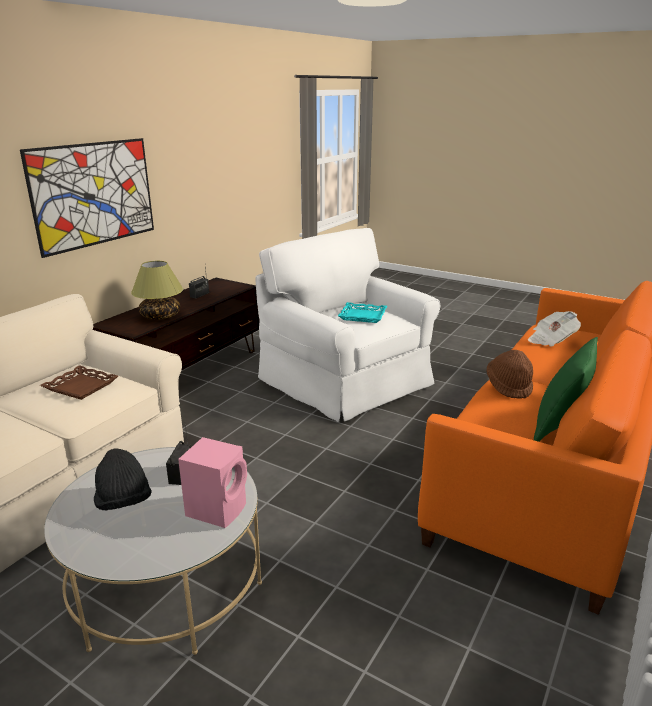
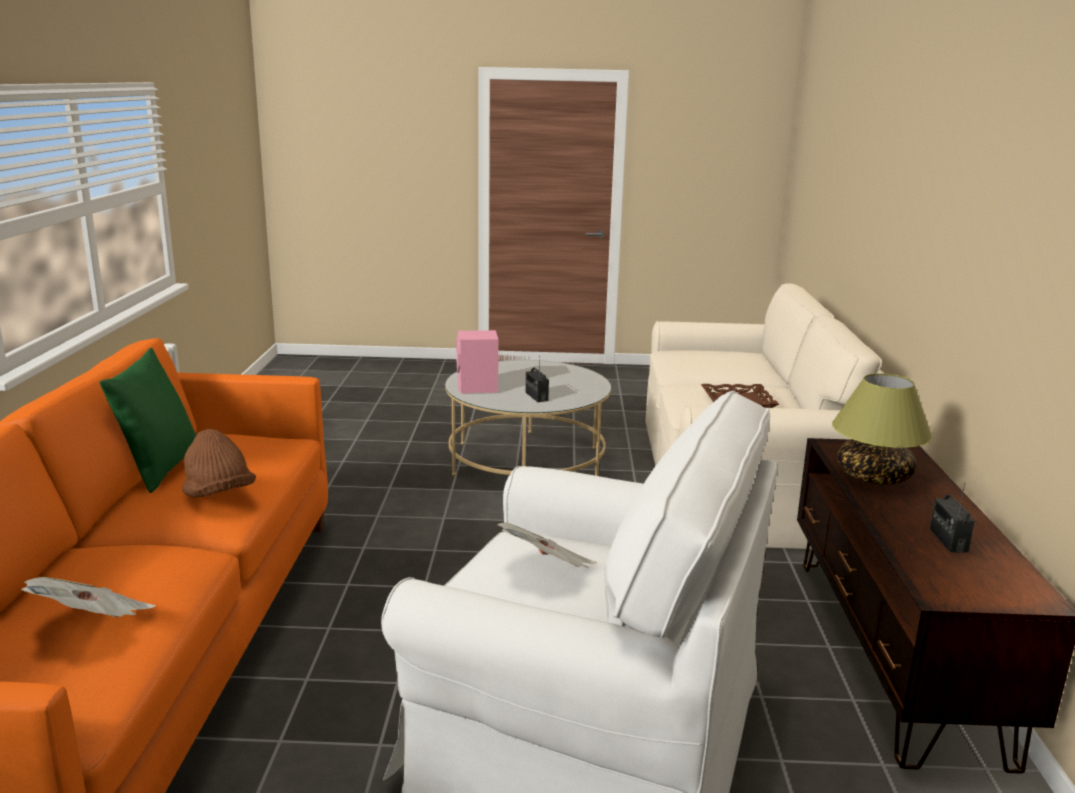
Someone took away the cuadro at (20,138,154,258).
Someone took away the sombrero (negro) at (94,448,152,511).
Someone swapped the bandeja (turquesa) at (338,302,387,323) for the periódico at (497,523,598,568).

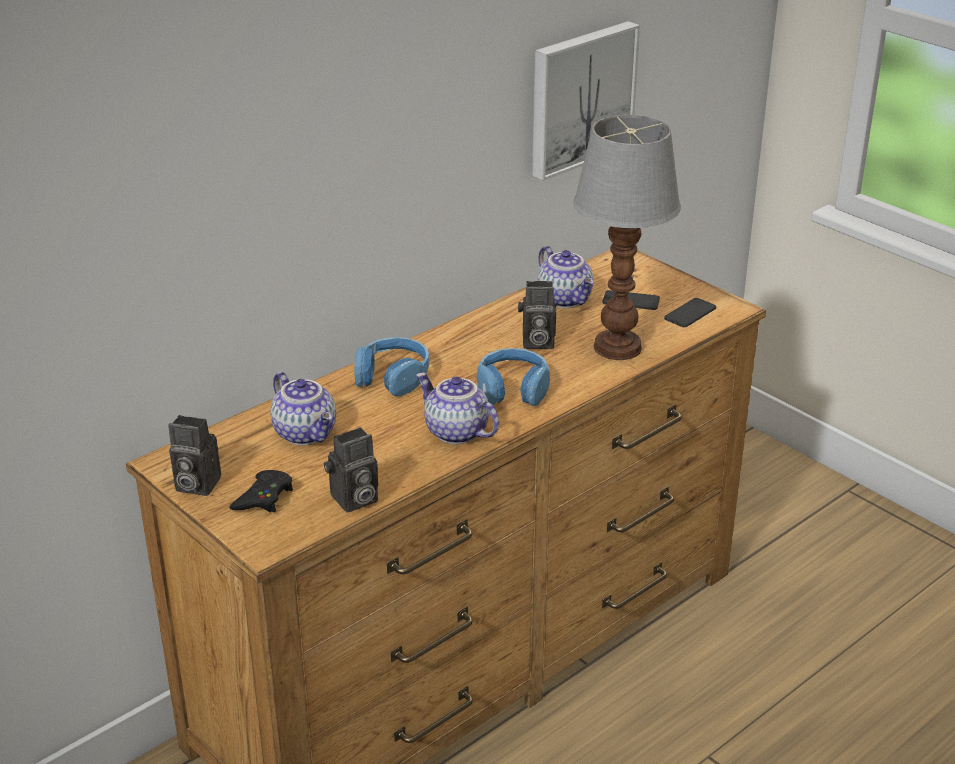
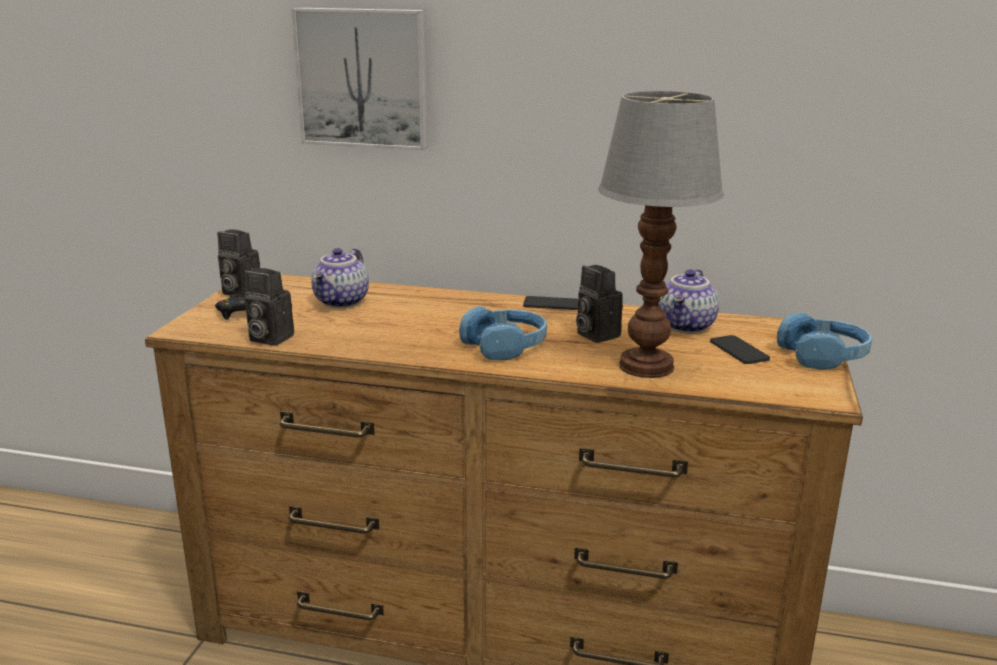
Someone took away the tetera at (416,372,499,444).
Someone carried the auriculares (azul) from (354,337,430,396) to (777,312,873,370).
Someone carried the cuadro from (532,21,640,181) to (291,8,428,150).
Someone carried the móvil from (664,298,716,327) to (523,296,578,310).
Someone rotated the cámara at (169,415,221,496) by 45 degrees counterclockwise.

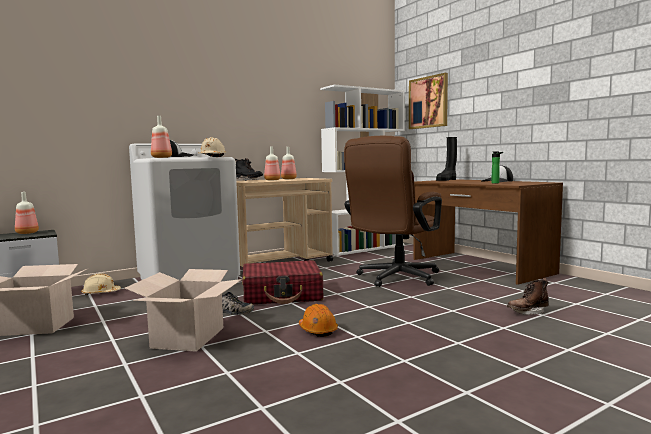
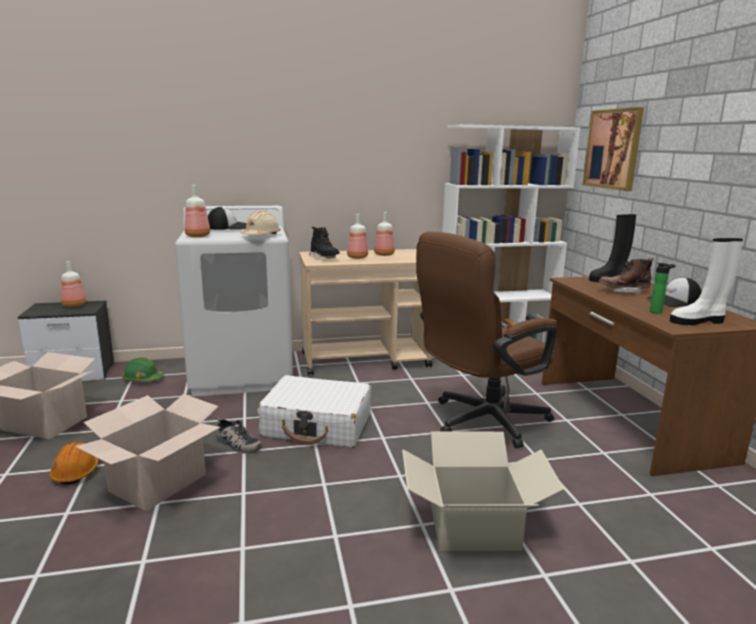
Someone put down the caja de cartón at (402,431,564,551).
Someone put down the bota (blanco) at (670,238,743,325).
Someone carried the casco (naranja) from (299,304,338,337) to (49,442,99,484).
Someone carried the bota (marrón) from (507,278,549,315) to (598,258,654,294).
Someone repainted the casco (beis) at (81,273,121,295), which became the casco (verde) at (122,357,164,381).
Someone repainted the maleta (rojo) at (242,260,323,304), which became the maleta (blanco) at (258,375,371,448).

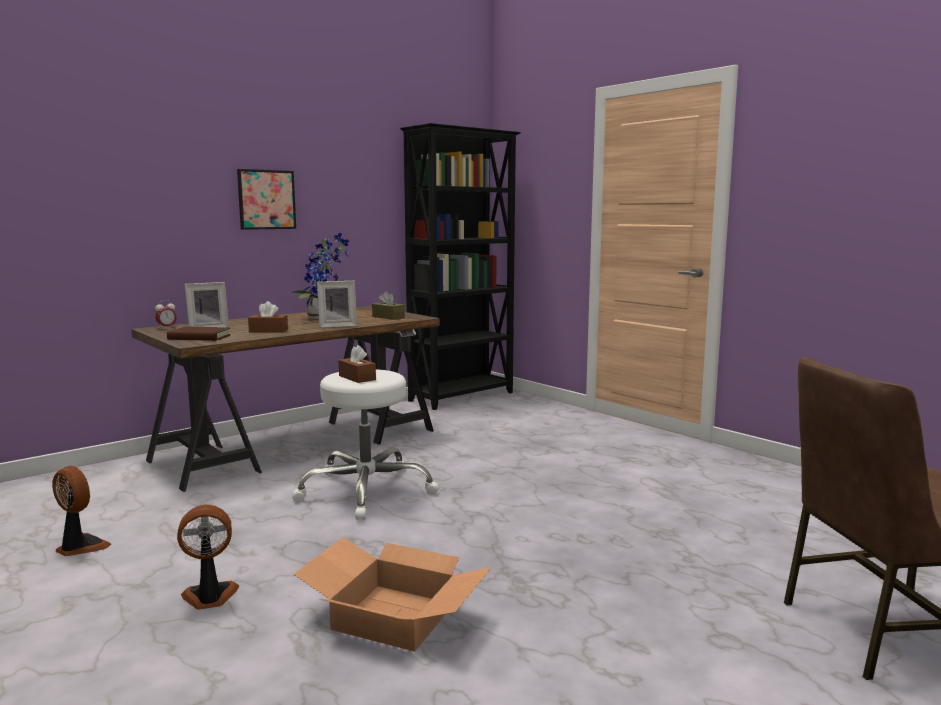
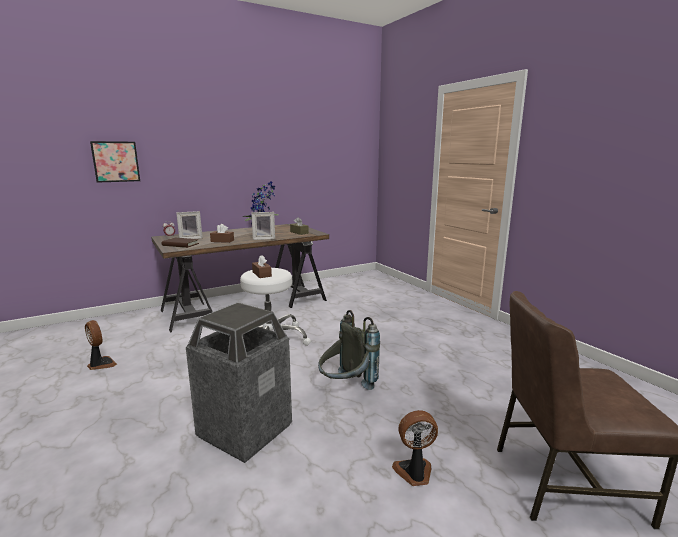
Someone took away the estantería (negro) at (400,123,521,410).
Someone put down the mochila (gris) at (318,310,380,390).
Someone carried the ventilador from (177,505,239,610) to (392,410,438,486).
Someone carried the cuadro from (237,169,296,230) to (90,141,140,183).
Someone swapped the caja de cartón at (293,537,492,652) for the papelera at (186,302,292,463).

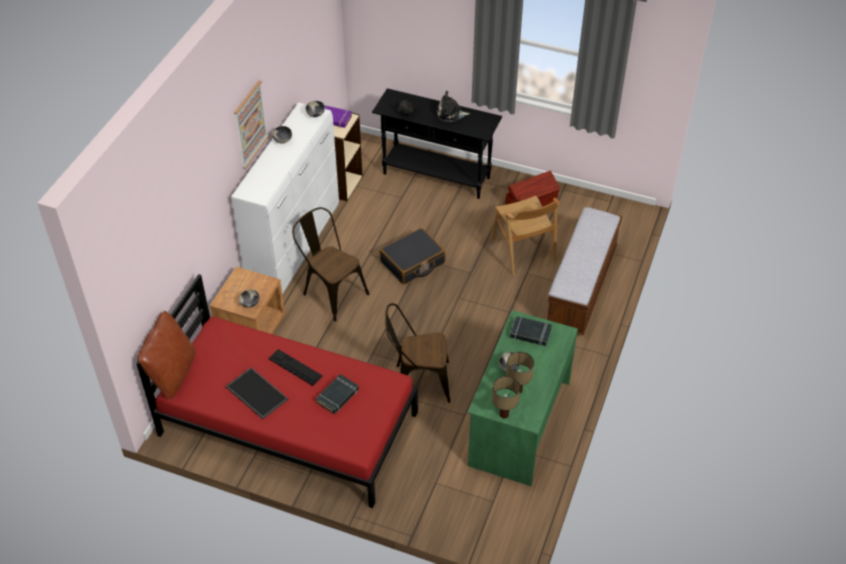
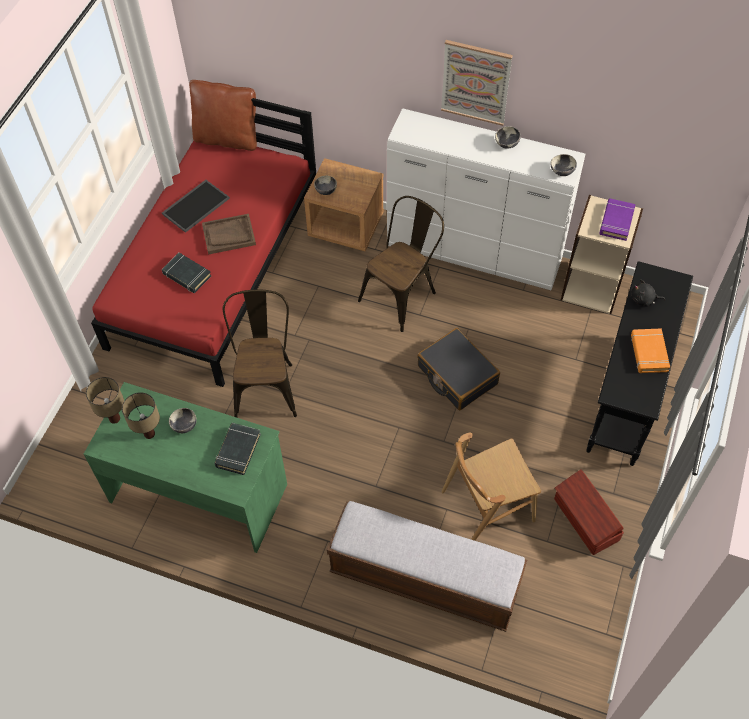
Someone swapped the teclado at (268,349,323,386) for the bandeja (marrón) at (202,214,256,255).
Someone swapped the peluche at (437,91,470,122) for the libro (naranja) at (631,328,670,373).

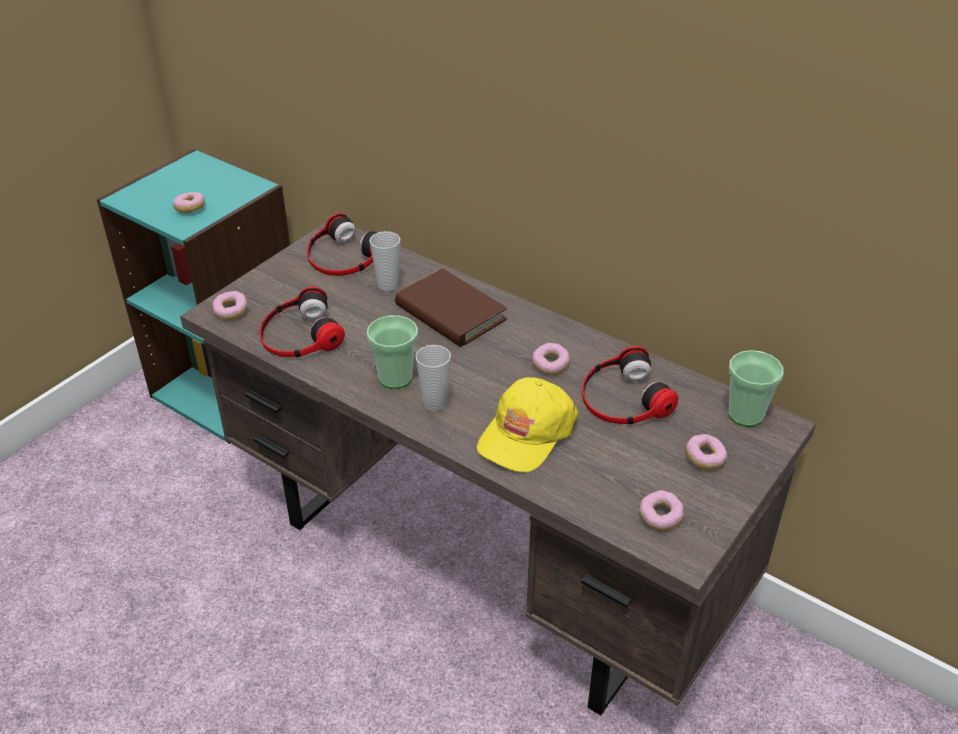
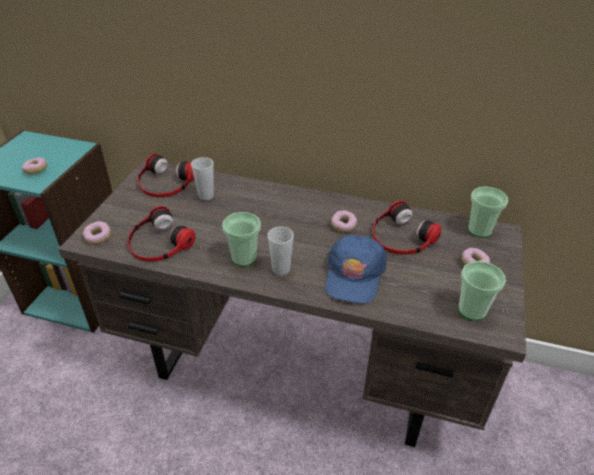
Someone took away the libro (marrón) at (395,268,507,347).
Someone swapped the rosquilla at (640,490,684,531) for the taza at (459,261,506,321).
Someone repainted the gorra (amarillo) at (477,377,579,472), which became the gorra (azul) at (325,235,387,304).

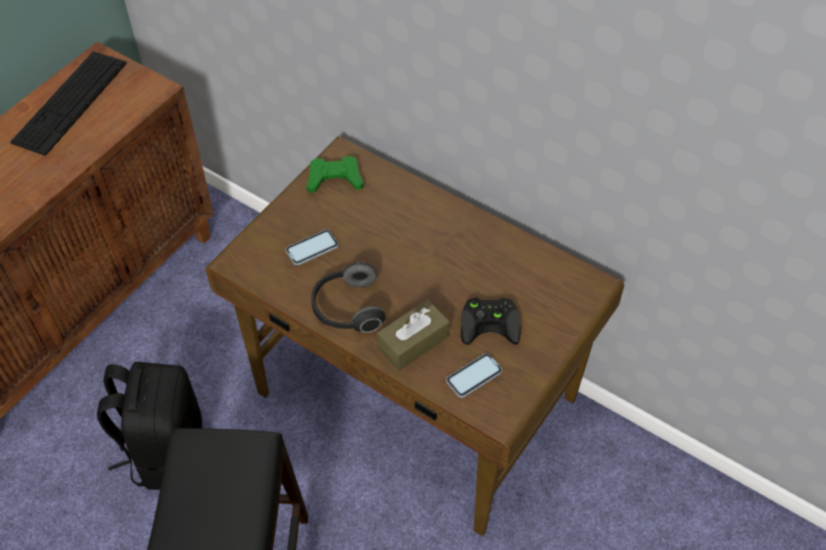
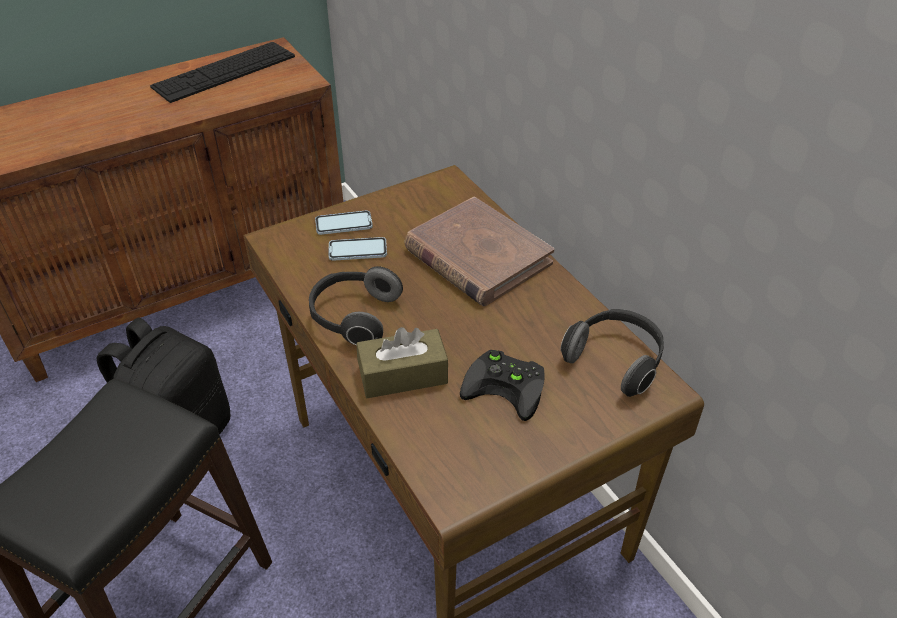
Someone took away the mando de consola (verde) at (306,156,364,193).
Someone put down the libro (marrón) at (405,197,555,306).
Someone put down the auriculares at (561,309,664,397).
Someone carried the móvil from (446,353,502,398) to (315,211,373,235).

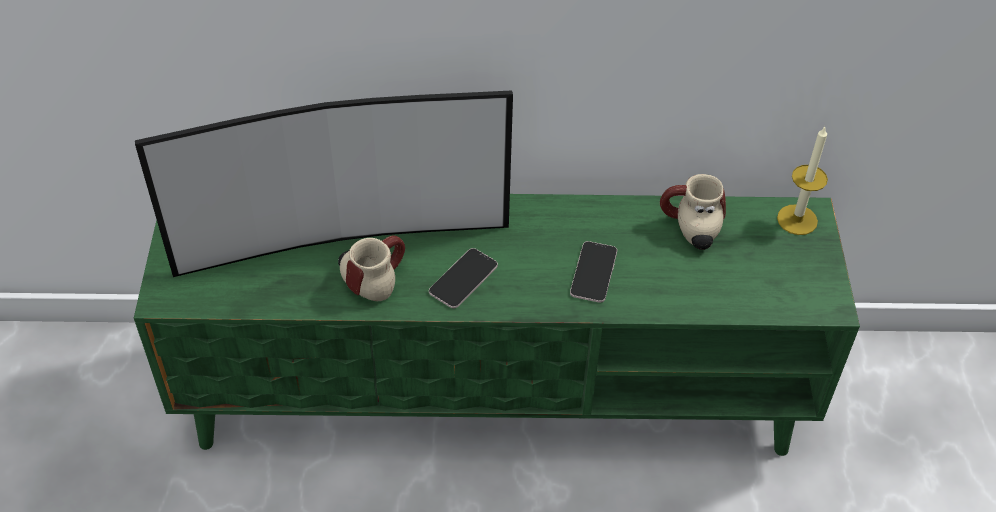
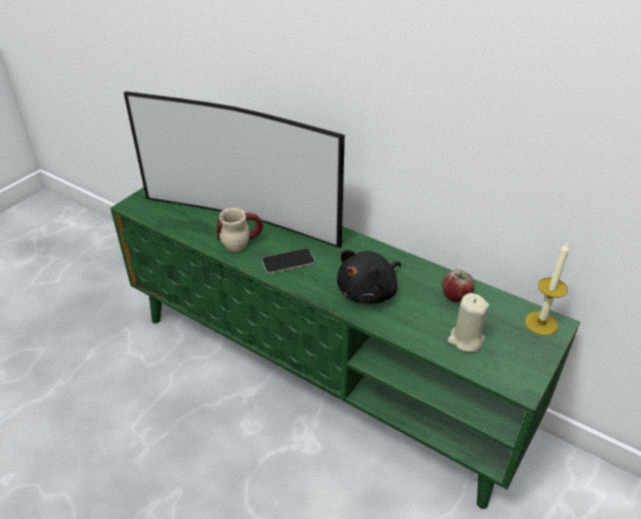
Someone put down the vela (beis) at (448,293,489,352).
Someone swapped the móvil at (570,241,617,303) for the peluche (negro) at (337,250,401,304).
Someone swapped the taza grande at (660,174,726,250) for the manzana at (442,269,475,302).

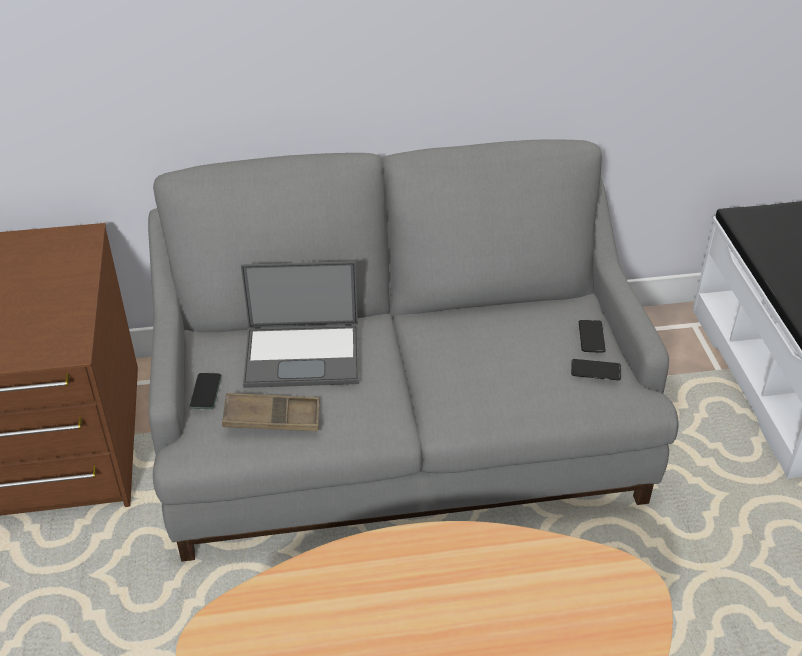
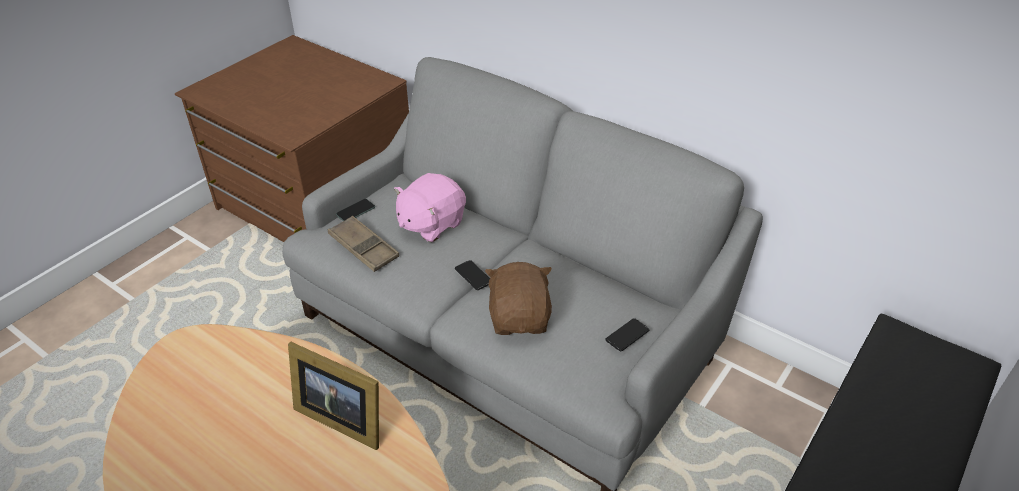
Someone put down the portarretratos at (288,342,379,450).
Someone put down the peluche (marrón) at (485,262,552,335).
Someone carried the móvil from (571,359,621,380) to (455,260,490,290).
Someone swapped the portátil at (241,261,359,388) for the peluche (rosa) at (394,173,466,242).

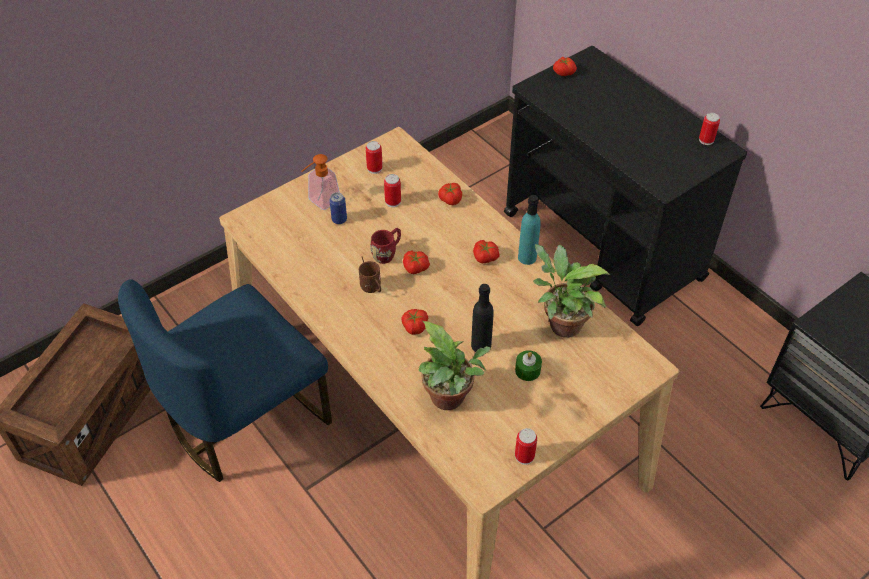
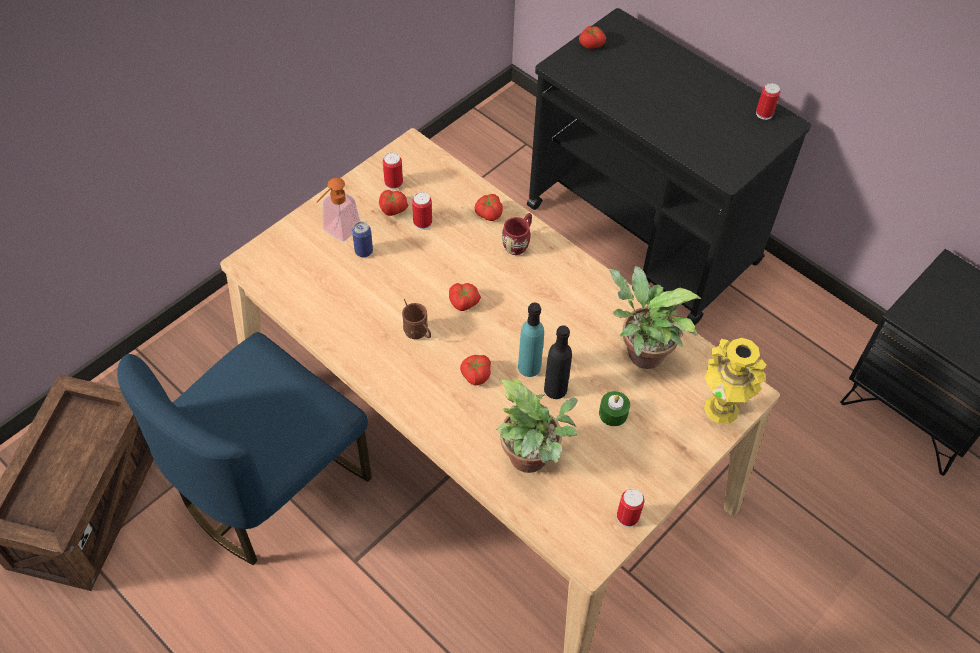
Someone put down the florero (amarillo) at (704,338,766,424).
Someone carried the taza grande (rojo) from (370,228,401,264) to (502,213,532,255).
Someone carried the tomate from (473,240,500,263) to (379,190,408,216).
Someone carried the botella (turquesa) from (518,195,541,265) to (518,303,544,377).

